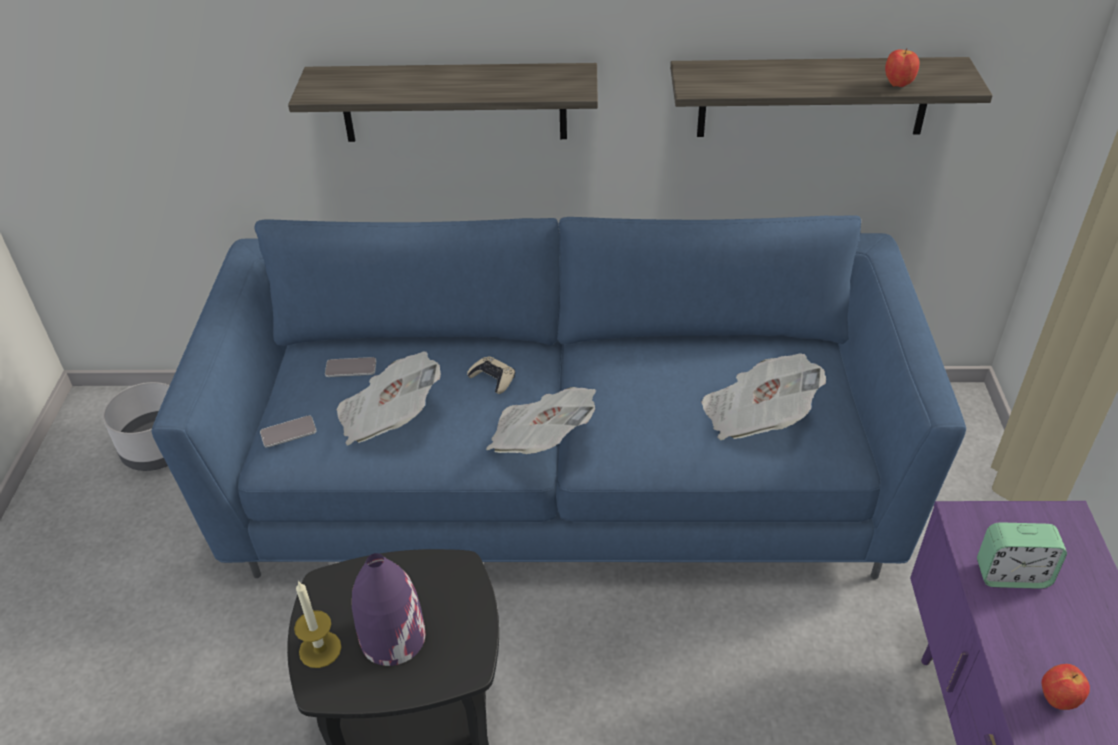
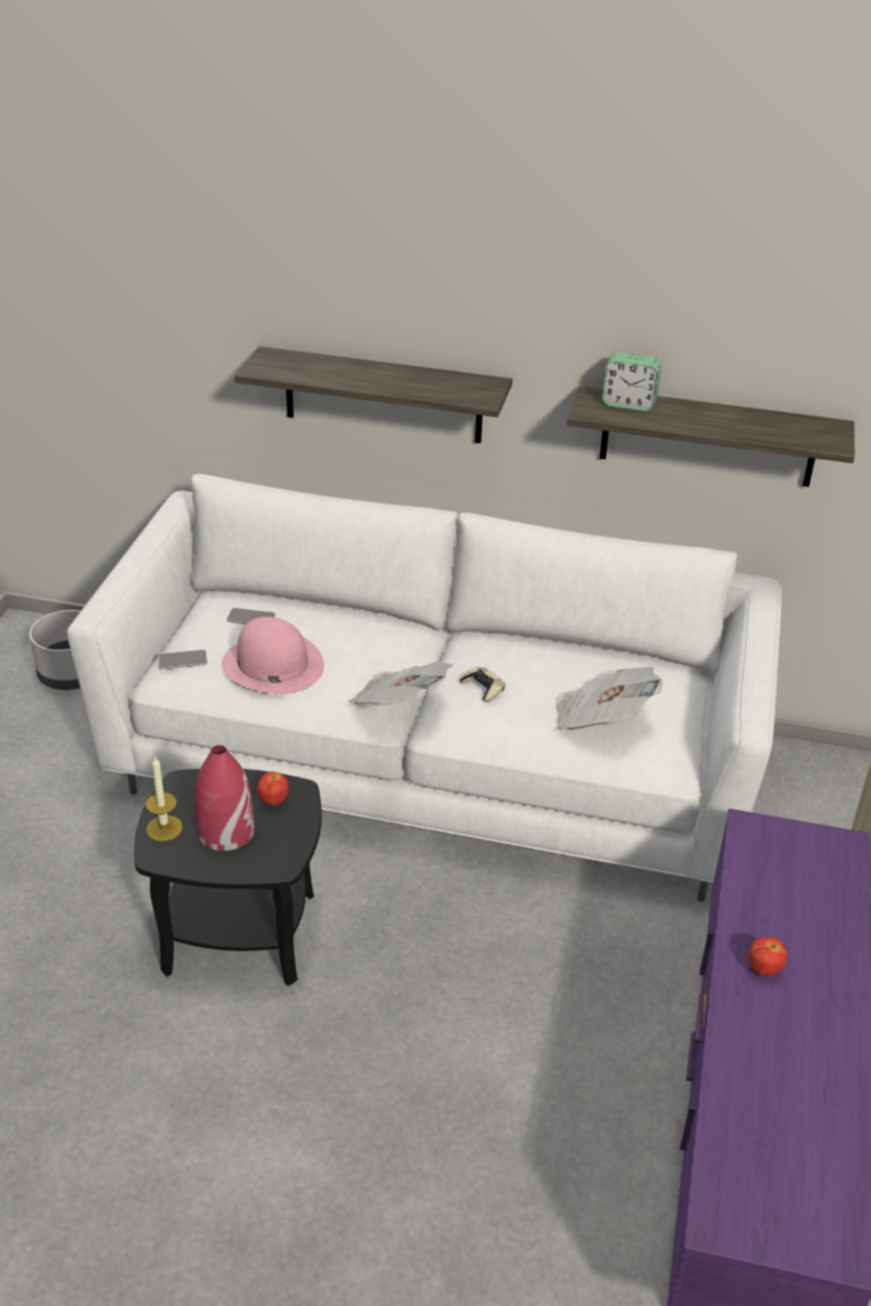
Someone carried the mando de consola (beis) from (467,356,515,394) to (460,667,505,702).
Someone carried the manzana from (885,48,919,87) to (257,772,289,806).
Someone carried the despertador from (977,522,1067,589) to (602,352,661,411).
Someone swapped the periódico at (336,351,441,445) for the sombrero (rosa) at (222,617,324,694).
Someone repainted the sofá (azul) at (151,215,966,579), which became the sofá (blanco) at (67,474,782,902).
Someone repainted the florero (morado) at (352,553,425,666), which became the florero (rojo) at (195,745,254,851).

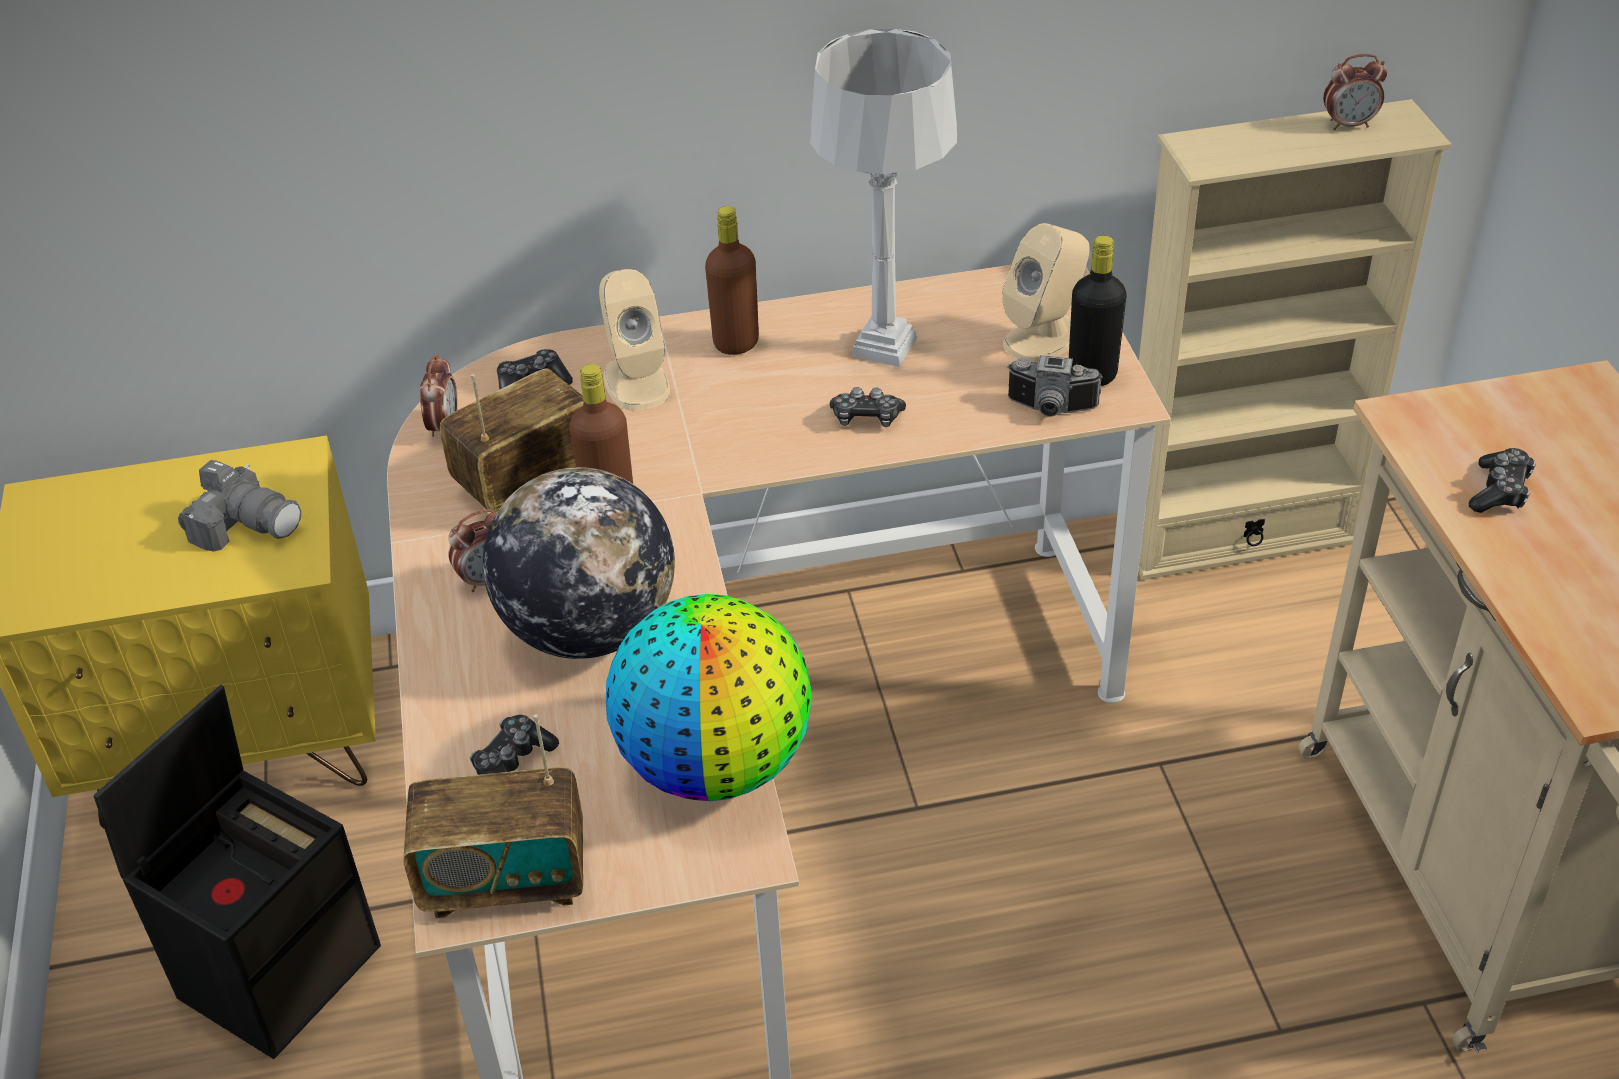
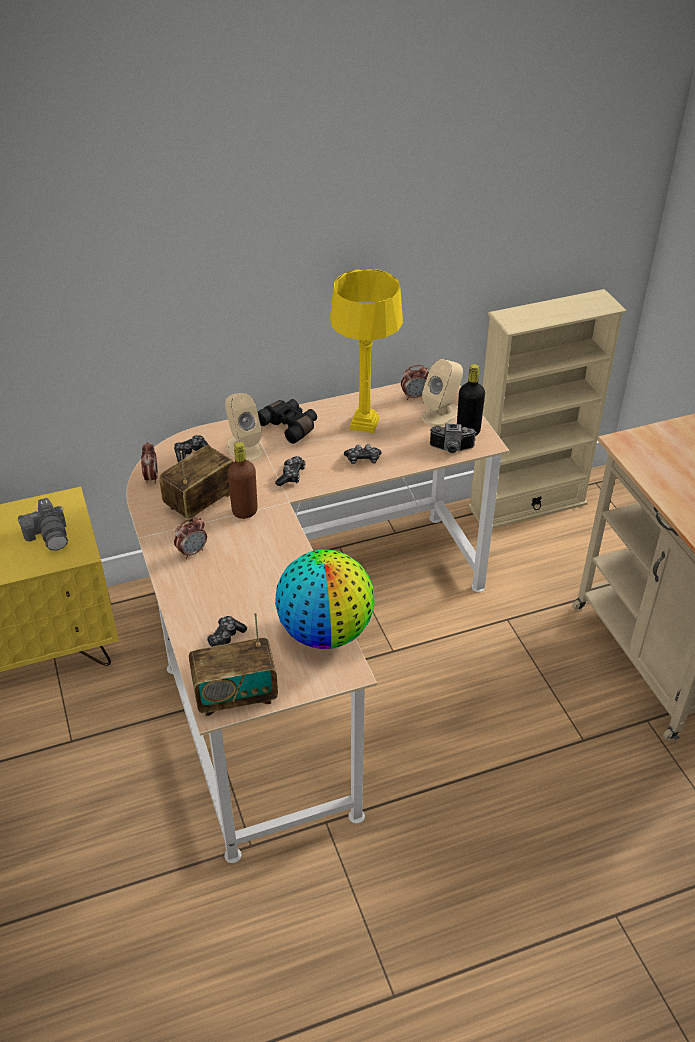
Someone took away the caja de almacenaje (negro) at (93,685,381,1059).
Someone took away the globo terráqueo at (483,467,675,659).
Someone carried the despertador from (1323,54,1387,130) to (401,365,429,400).
Someone carried the mando de consola from (1469,448,1536,513) to (275,456,305,486).
Someone swapped the botella (marrón) at (705,206,759,355) for the prismáticos (negro) at (258,399,317,444).
Someone repainted the lámpara de mesa (gris) at (810,29,957,367), which became the lámpara de mesa (amarillo) at (330,269,403,433).
Someone rotated the cámara at (178,460,301,552) by 45 degrees clockwise.

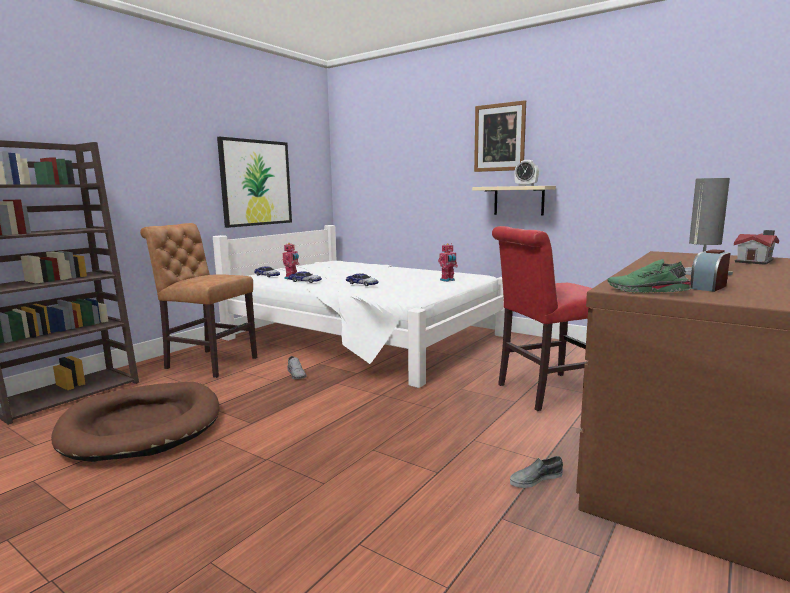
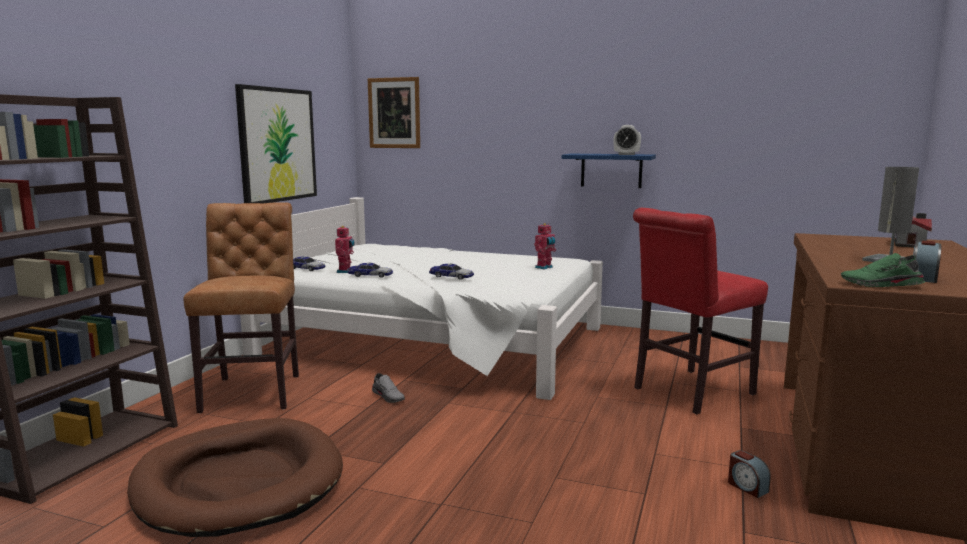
Someone carried the cuadro from (474,100,526,172) to (368,77,420,148).
Someone swapped the zapato (gris) at (510,456,563,488) for the despertador at (728,450,771,498).
Someone repainted the estante (beis) at (472,186,556,215), which became the estante (azul) at (562,154,656,188).
Someone rotated the silla (marrón) at (140,223,257,378) by 75 degrees clockwise.

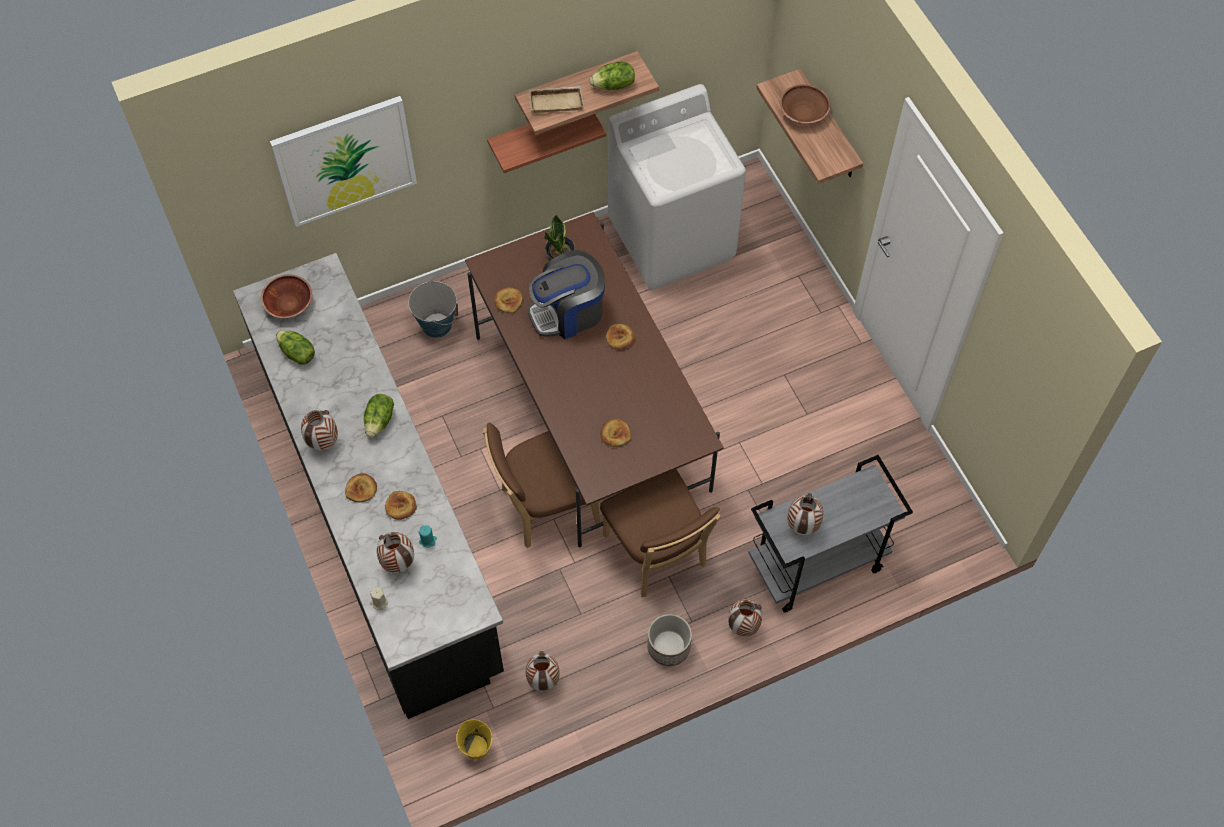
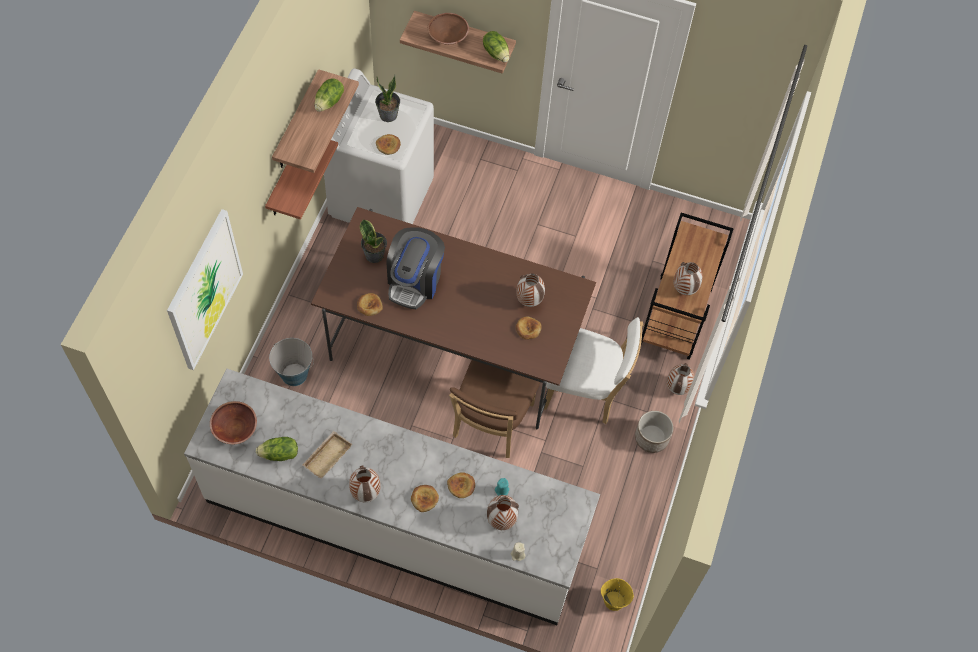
Someone put down the planta en maceta at (375,74,400,122).
Someone carried the lechuga from (364,394,394,438) to (483,31,509,62).
Someone carried the florero from (525,651,560,691) to (517,274,545,307).
Someone carried the bandeja (beis) from (529,86,584,113) to (302,431,353,479).
Someone carried the pan from (606,324,636,349) to (376,134,401,155).
Someone repainted the mueble bajo de cocina (negro) at (233,253,504,719), which became the mueble bajo de cocina (blanco) at (184,369,600,625).
Someone repainted the silla (marrón) at (600,469,721,597), which became the silla (blanco) at (544,317,643,424).
Someone repainted the carrito (gris) at (748,455,913,613), which became the carrito (marrón) at (641,213,734,360).

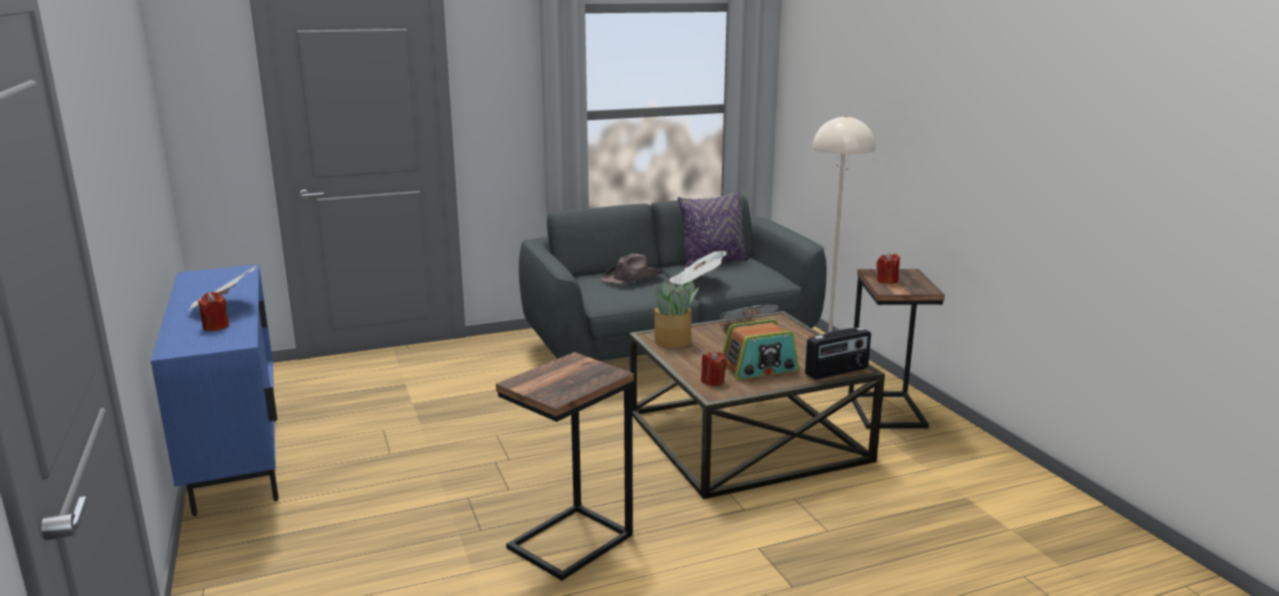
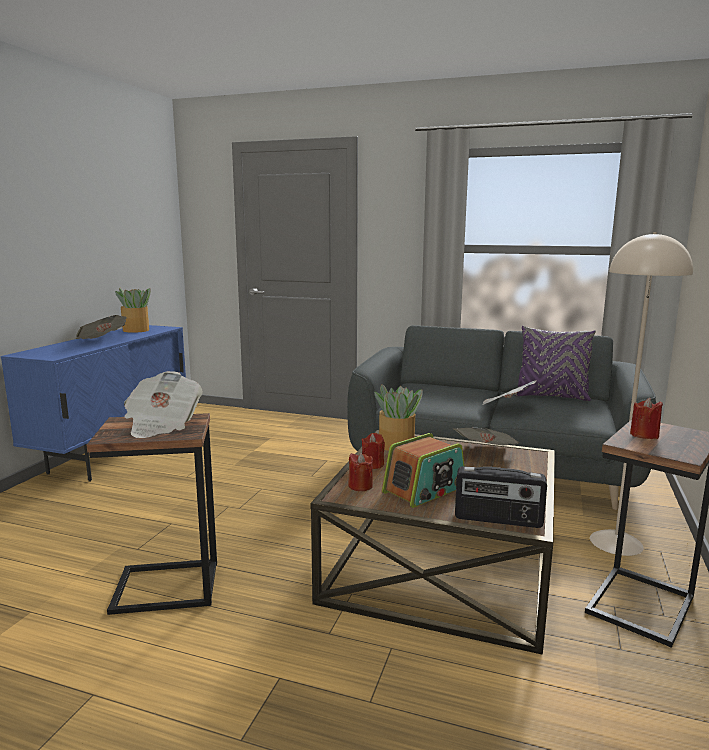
Someone took away the sombrero (marrón) at (601,254,663,284).
Someone put down the planta en maceta at (115,288,151,333).
Someone put down the periódico at (124,371,203,438).
Someone carried the vela (rojo) from (198,292,229,331) to (361,433,385,469).
Someone rotated the radio at (723,319,799,380) by 60 degrees counterclockwise.

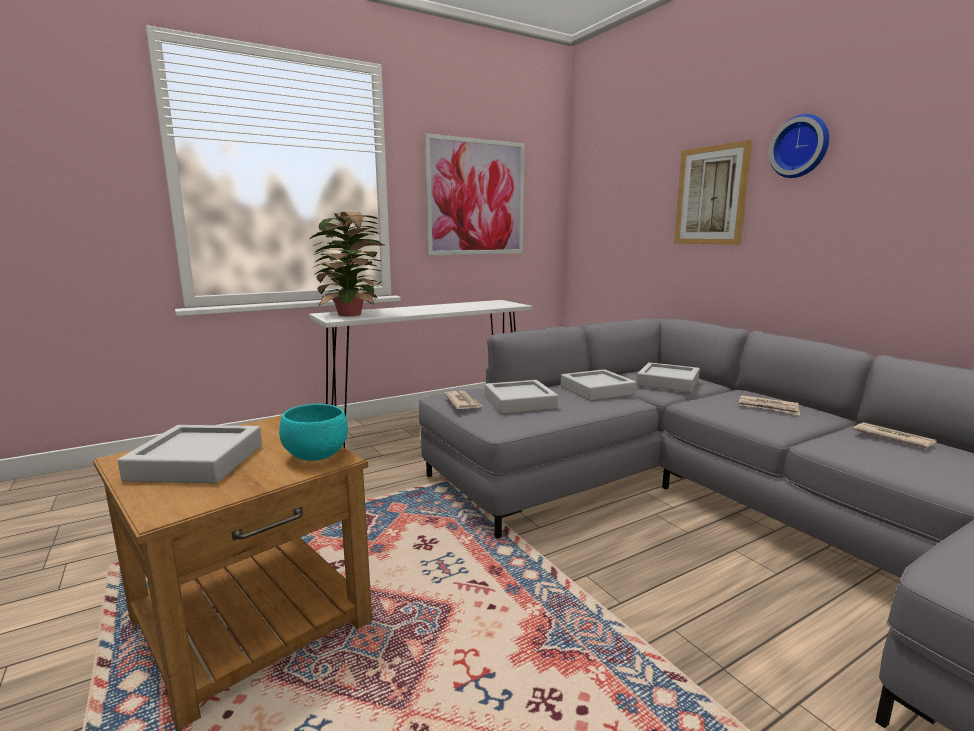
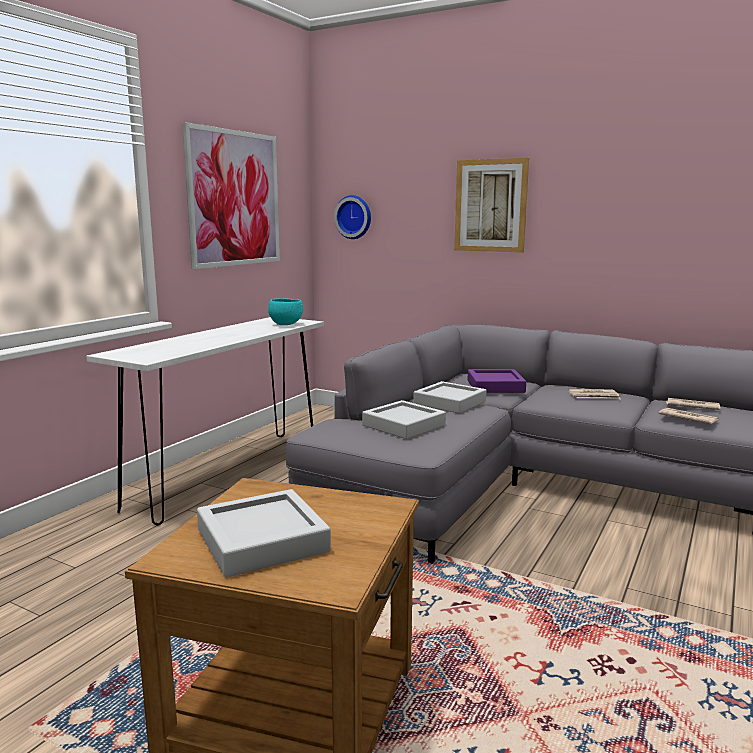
Someone took away the planta en maceta at (310,212,384,316).
Someone carried the cuenco (turquesa) from (279,404,348,461) to (268,298,303,325).
Someone carried the periódico from (444,391,483,409) to (659,407,719,424).
Someone carried the reloj de pared from (769,114,829,178) to (334,195,371,239).
Someone repainted the bandeja (gris) at (636,362,700,392), which became the bandeja (morado) at (467,369,526,393).

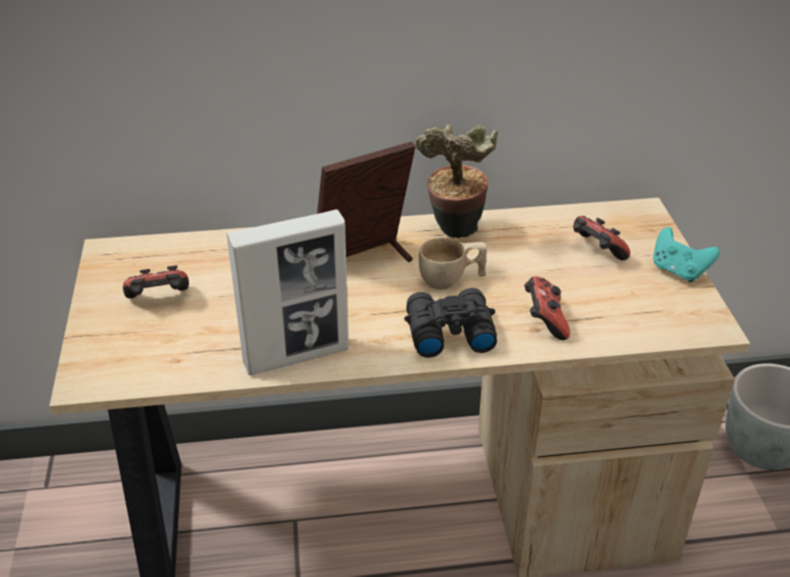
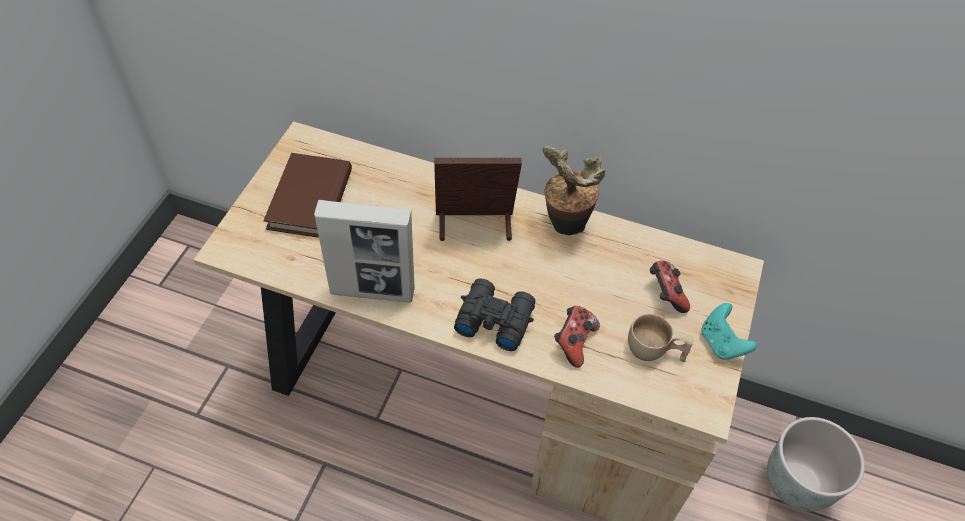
Someone carried the taza (beis) from (419,238,487,289) to (628,314,694,362).
Someone swapped the mando de consola at (123,265,189,298) for the libro (marrón) at (264,153,352,238).

